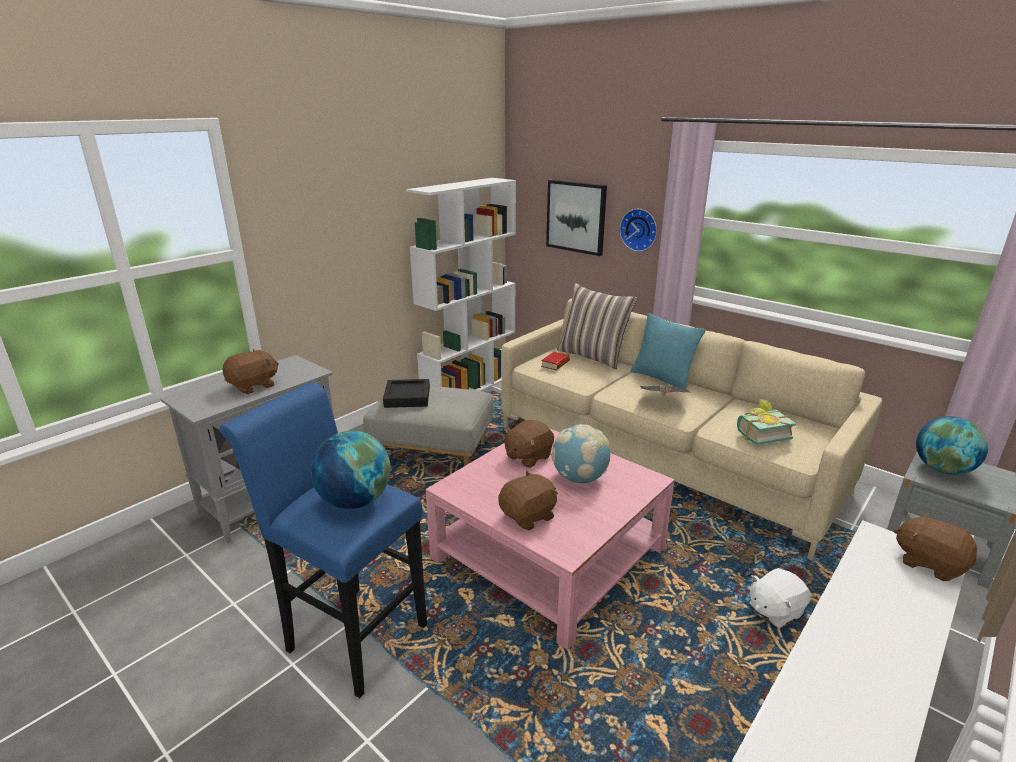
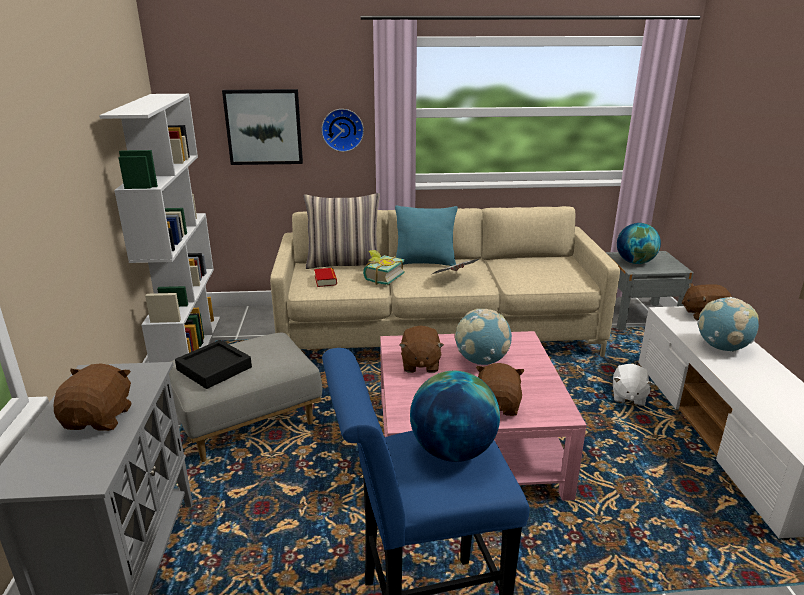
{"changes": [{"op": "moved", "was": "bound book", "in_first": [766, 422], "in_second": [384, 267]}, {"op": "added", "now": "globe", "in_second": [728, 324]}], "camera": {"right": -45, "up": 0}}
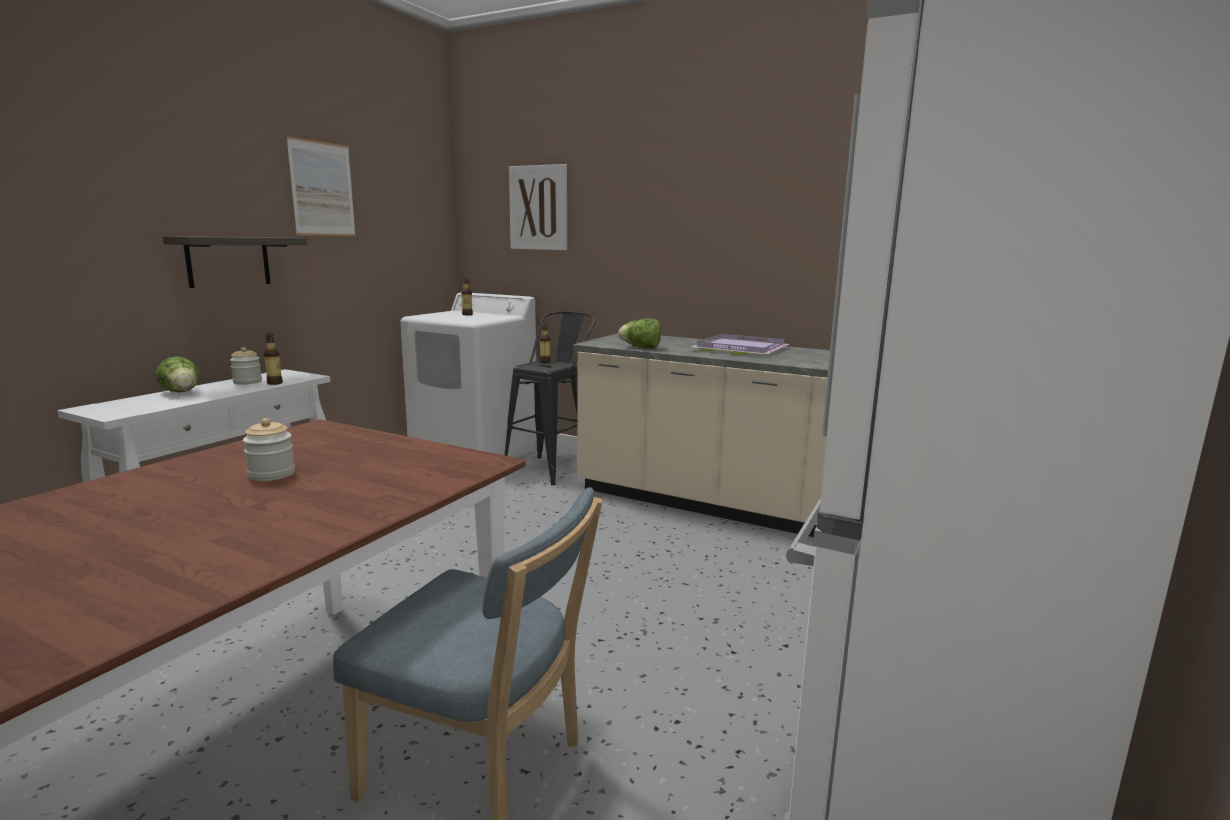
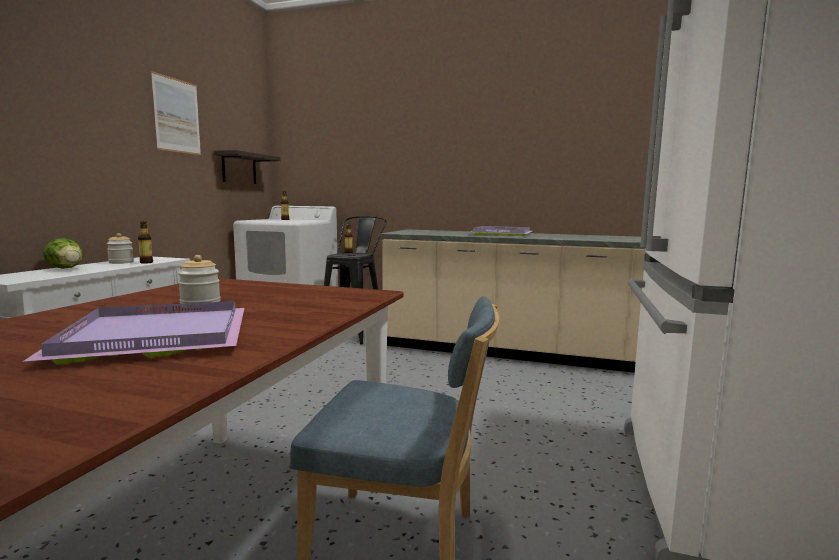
{"changes": [{"op": "removed", "was": "wall art", "in_first": [538, 207]}, {"op": "moved", "was": "wall shelf", "in_first": [235, 262], "in_second": [247, 167]}, {"op": "removed", "was": "lettuce", "in_first": [640, 333]}, {"op": "added", "now": "purple-coloured carrying tray", "in_second": [133, 333]}], "camera": {"right": -10, "up": -5}}
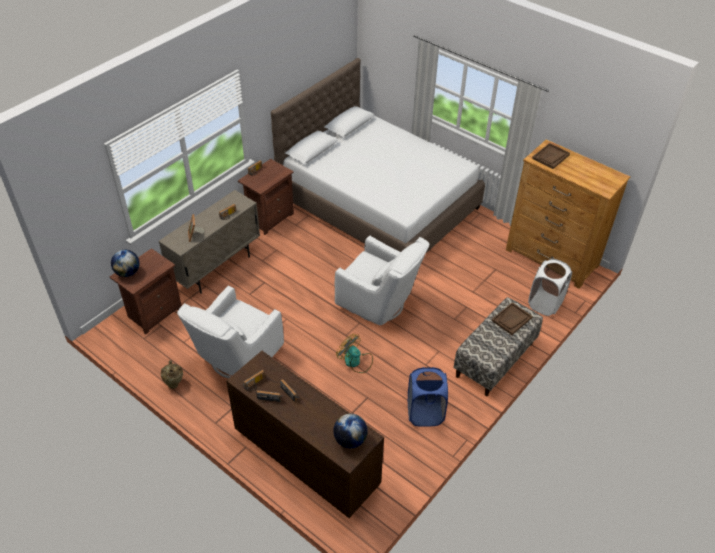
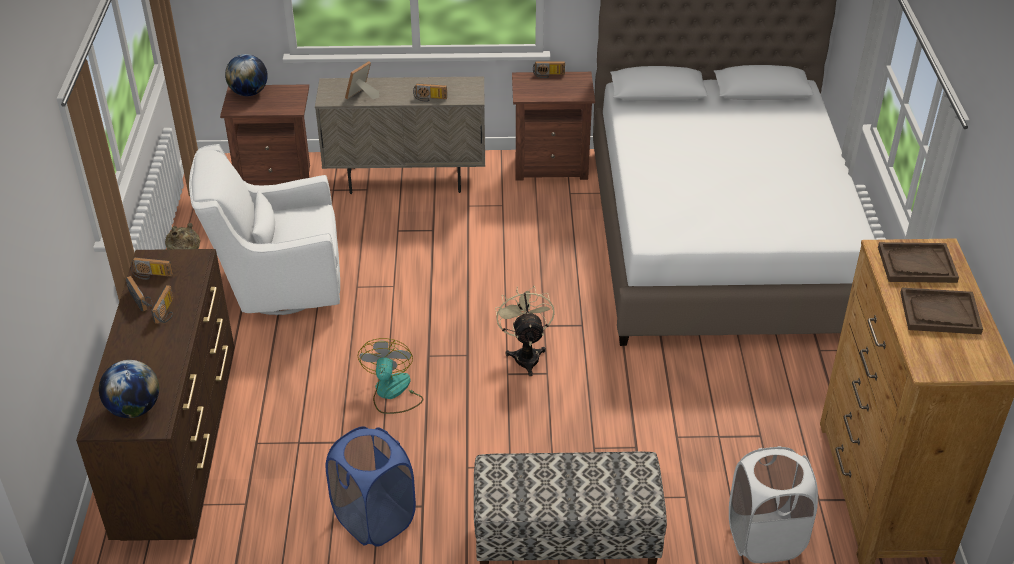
{"changes": [{"op": "replaced", "was": "white armchair", "now": "beige fan", "in_first": [382, 280], "in_second": [525, 331]}, {"op": "moved", "was": "brownish carrying tray", "in_first": [512, 318], "in_second": [941, 311]}], "camera": {"right": 50, "up": -5}}
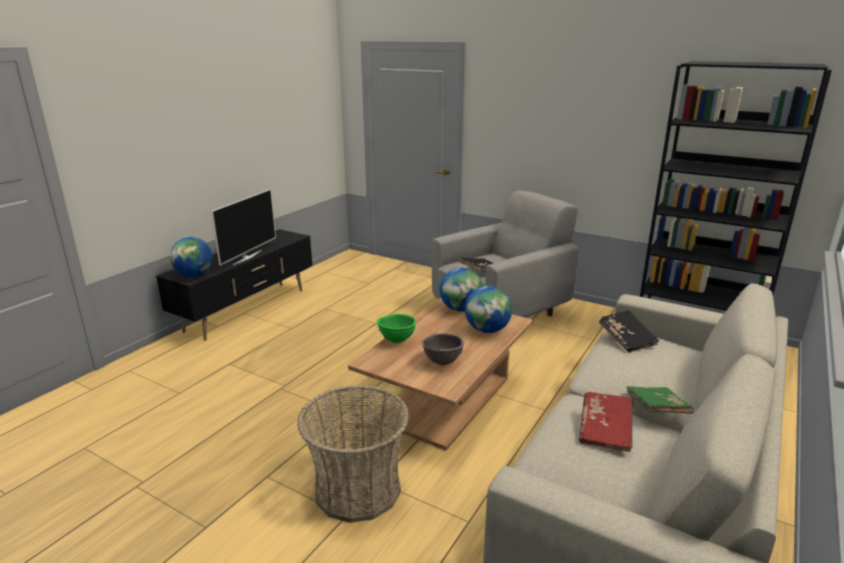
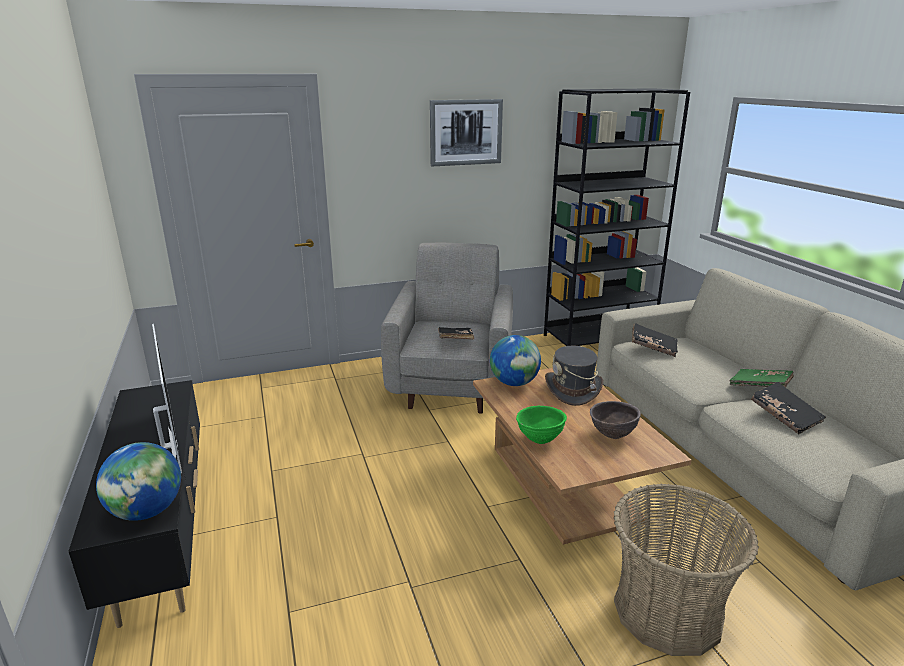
{"changes": [{"op": "replaced", "was": "globe", "now": "gray wearable hat", "in_first": [488, 309], "in_second": [574, 376]}, {"op": "recoloured", "was": "reddish bound book", "now": "black bound book", "in_first": [606, 422], "in_second": [788, 408]}, {"op": "added", "now": "wall art", "in_second": [466, 132]}], "camera": {"right": -50, "up": 0}}
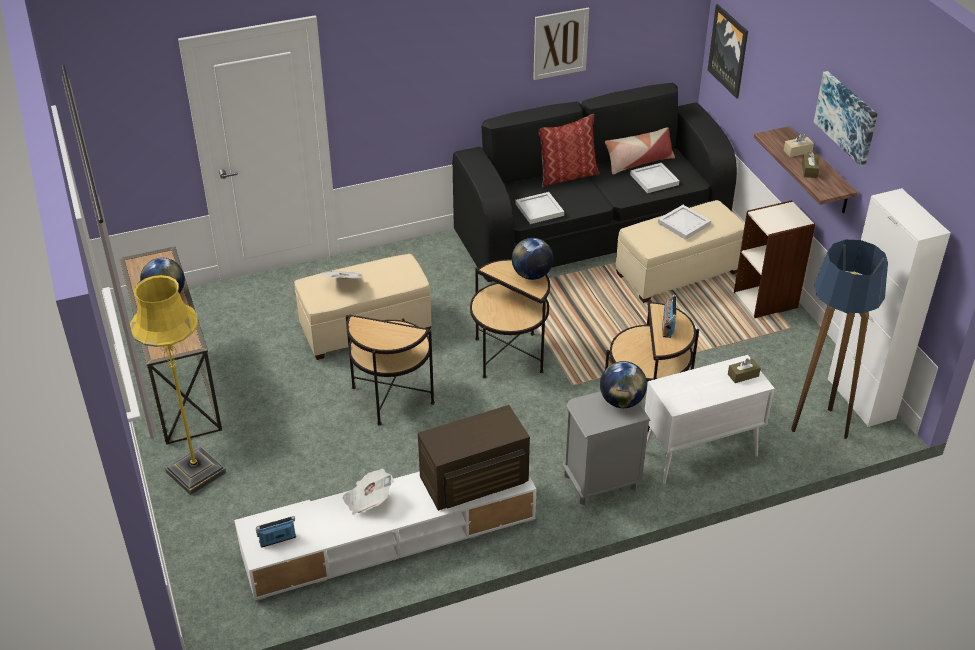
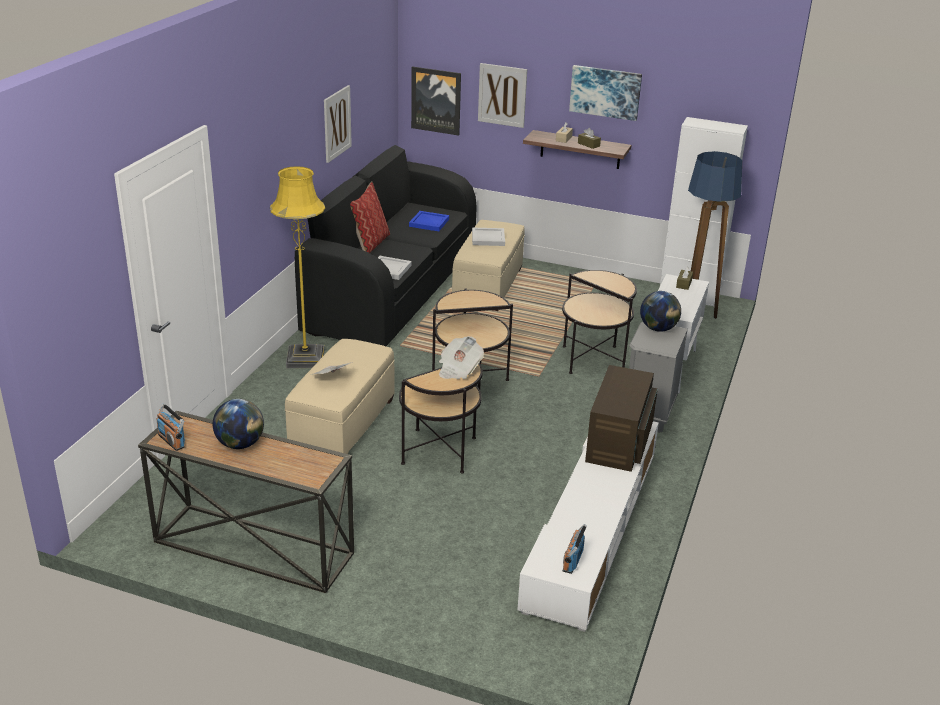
{"changes": [{"op": "removed", "was": "cushion", "in_first": [640, 150]}, {"op": "recoloured", "was": "white carrying tray", "now": "blue-coloured carrying tray", "in_first": [654, 178], "in_second": [429, 221]}, {"op": "removed", "was": "bookshelf", "in_first": [774, 259]}, {"op": "removed", "was": "globe", "in_first": [532, 259]}, {"op": "moved", "was": "yellowish floor lamp", "in_first": [178, 385], "in_second": [297, 267]}, {"op": "moved", "was": "radio set", "in_first": [669, 316], "in_second": [170, 427]}, {"op": "moved", "was": "printed paper", "in_first": [368, 492], "in_second": [461, 357]}, {"op": "added", "now": "wall art", "in_second": [502, 95]}], "camera": {"right": -50, "up": -10}}
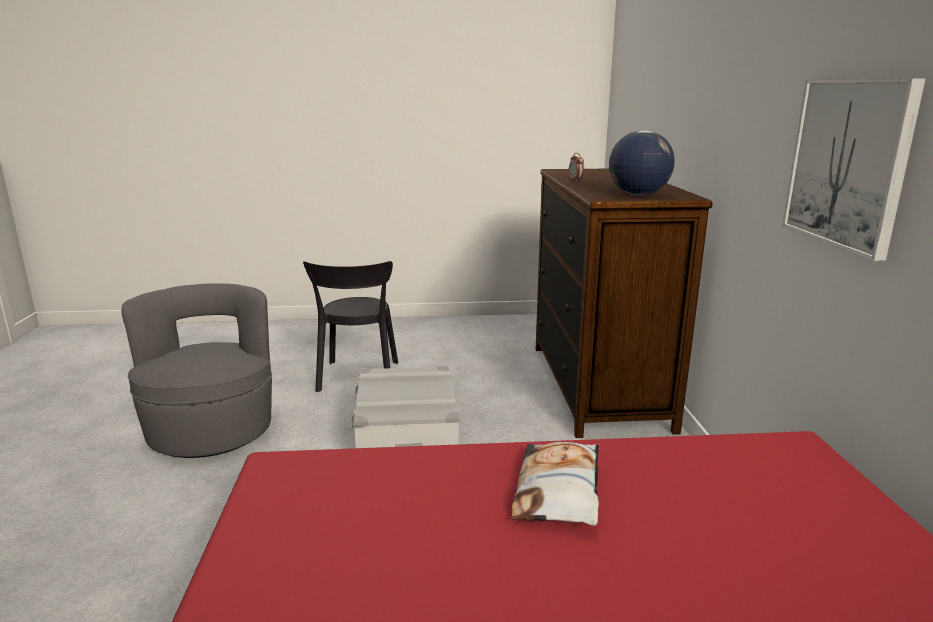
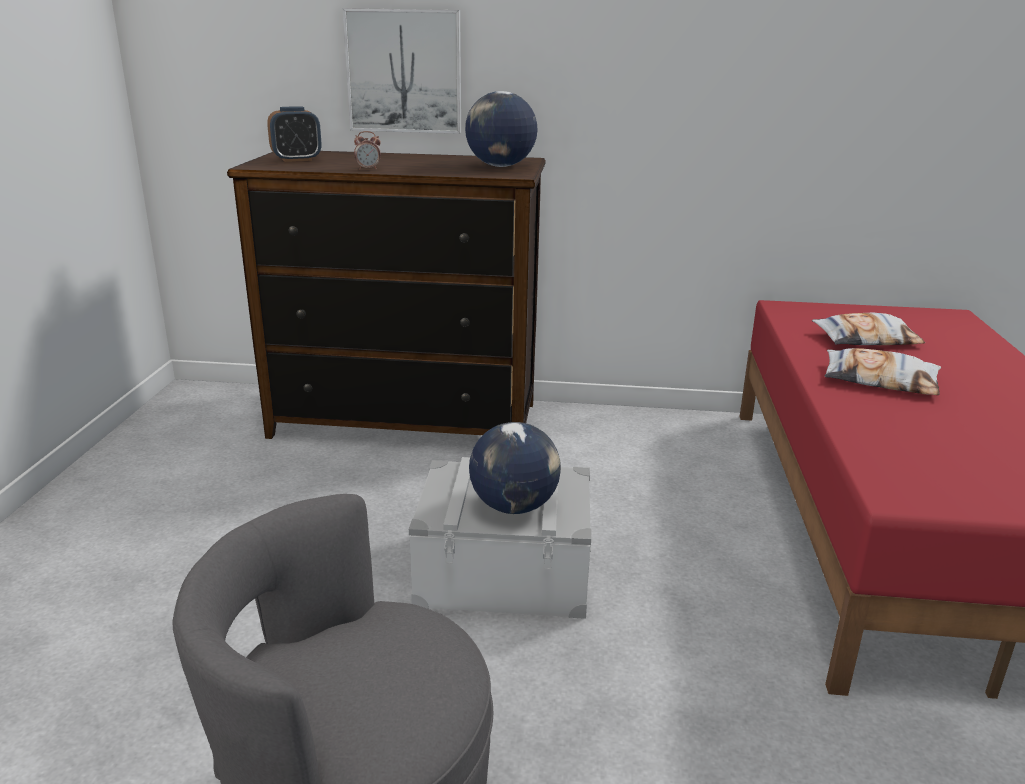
{"changes": [{"op": "moved", "was": "wall art", "in_first": [854, 169], "in_second": [401, 71]}, {"op": "removed", "was": "black upright chair", "in_first": [350, 326]}, {"op": "added", "now": "table clock", "in_second": [294, 134]}, {"op": "added", "now": "cushion", "in_second": [868, 329]}, {"op": "added", "now": "globe", "in_second": [515, 468]}], "camera": {"right": -80, "up": 5}}
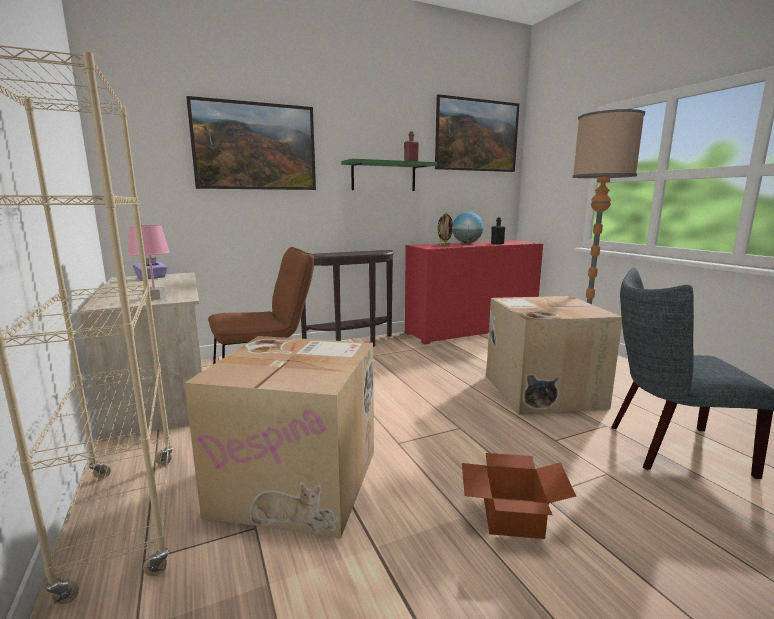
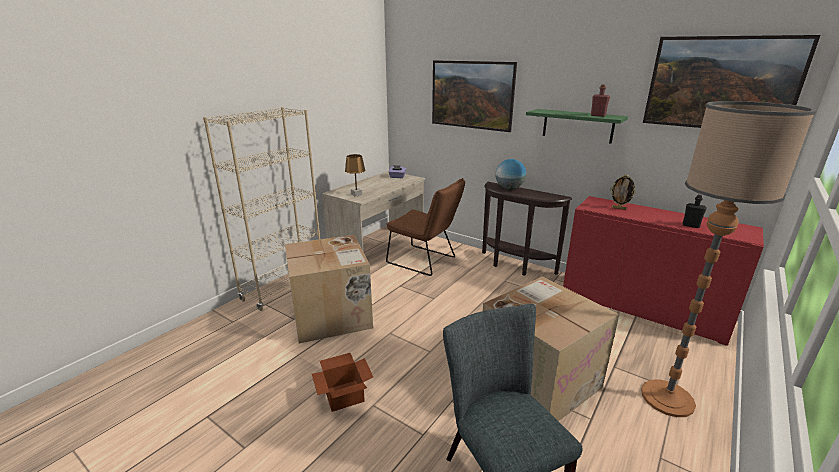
{"changes": [{"op": "moved", "was": "globe", "in_first": [468, 227], "in_second": [510, 174]}, {"op": "recoloured", "was": "pinkish table lamp", "now": "brownish table lamp", "in_first": [149, 262], "in_second": [355, 175]}], "camera": {"right": 60, "up": 10}}
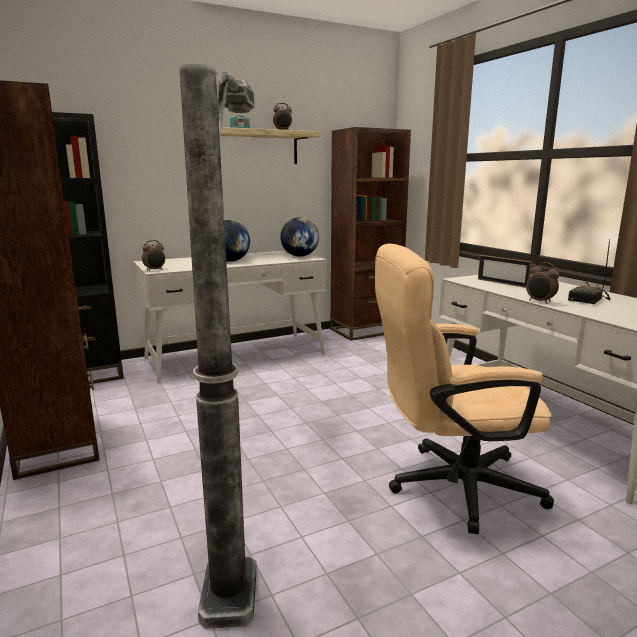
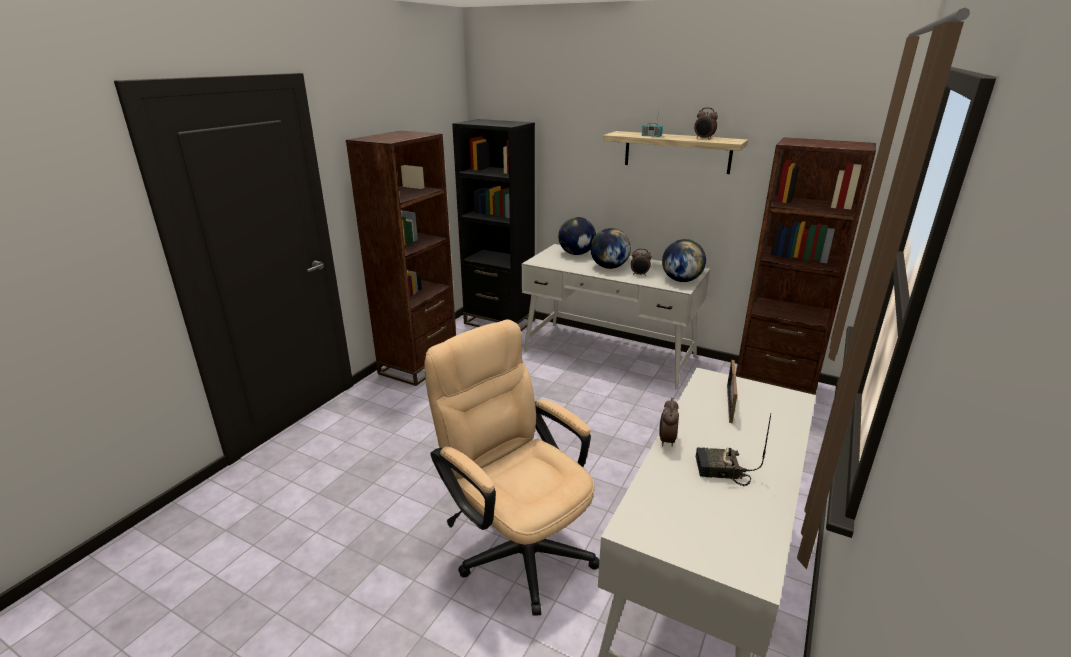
{"changes": [{"op": "removed", "was": "floor lamp", "in_first": [218, 346]}, {"op": "moved", "was": "table clock", "in_first": [153, 255], "in_second": [641, 262]}, {"op": "added", "now": "globe", "in_second": [577, 236]}], "camera": {"right": 55, "up": 10}}
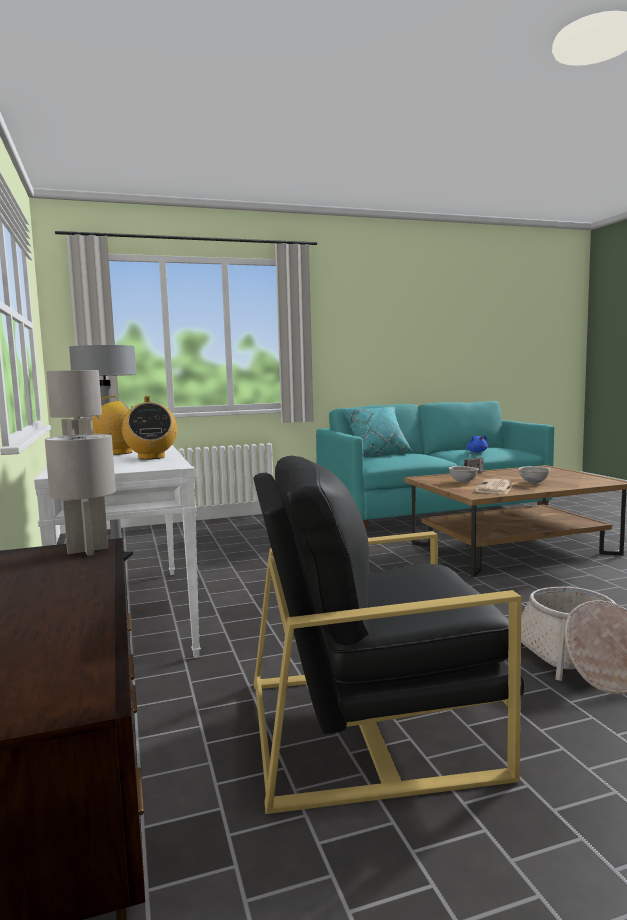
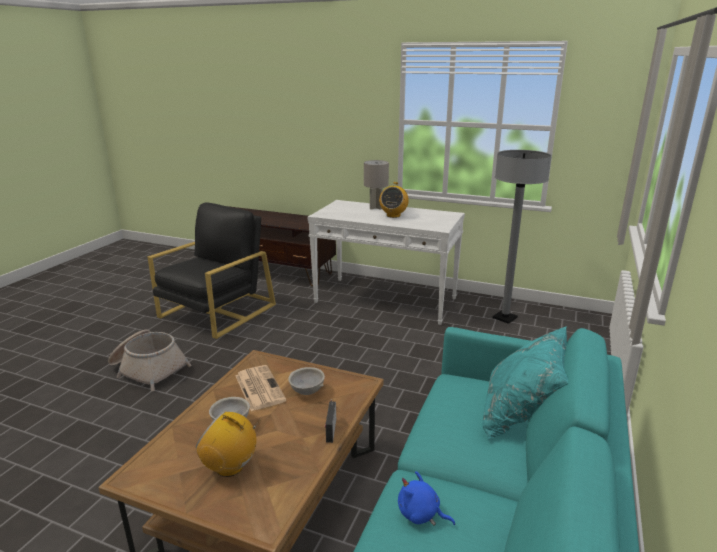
{"changes": [{"op": "moved", "was": "radio set", "in_first": [149, 428], "in_second": [228, 444]}, {"op": "removed", "was": "gray table lamp", "in_first": [80, 495]}], "camera": {"right": 130, "up": 15}}
